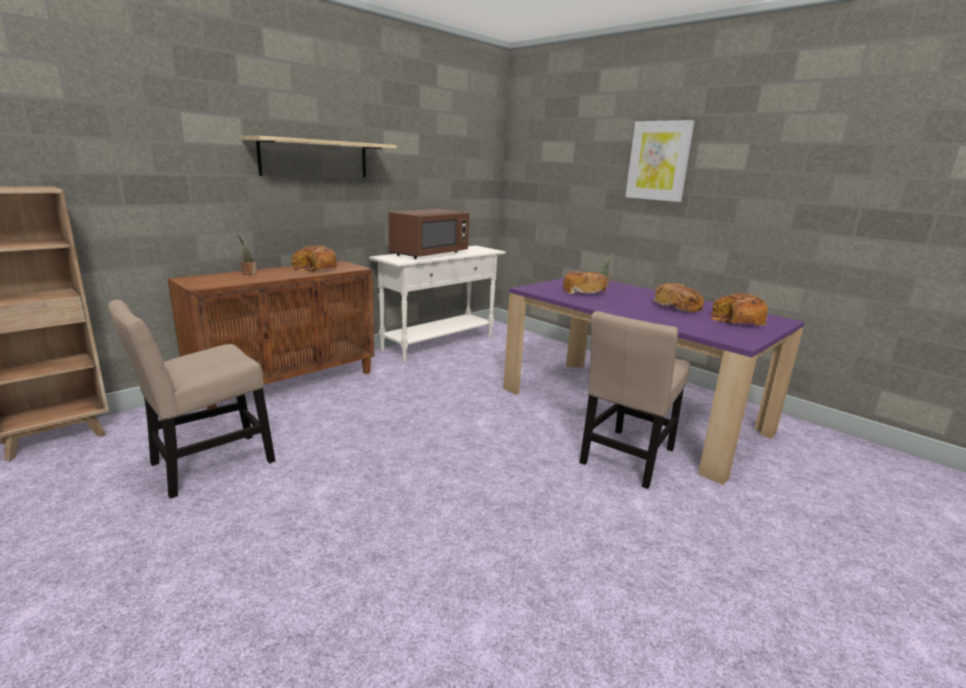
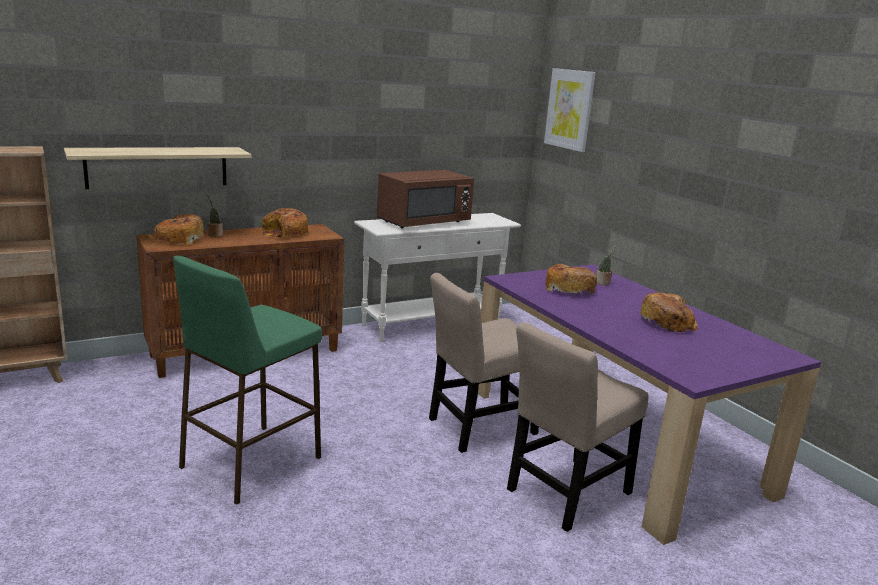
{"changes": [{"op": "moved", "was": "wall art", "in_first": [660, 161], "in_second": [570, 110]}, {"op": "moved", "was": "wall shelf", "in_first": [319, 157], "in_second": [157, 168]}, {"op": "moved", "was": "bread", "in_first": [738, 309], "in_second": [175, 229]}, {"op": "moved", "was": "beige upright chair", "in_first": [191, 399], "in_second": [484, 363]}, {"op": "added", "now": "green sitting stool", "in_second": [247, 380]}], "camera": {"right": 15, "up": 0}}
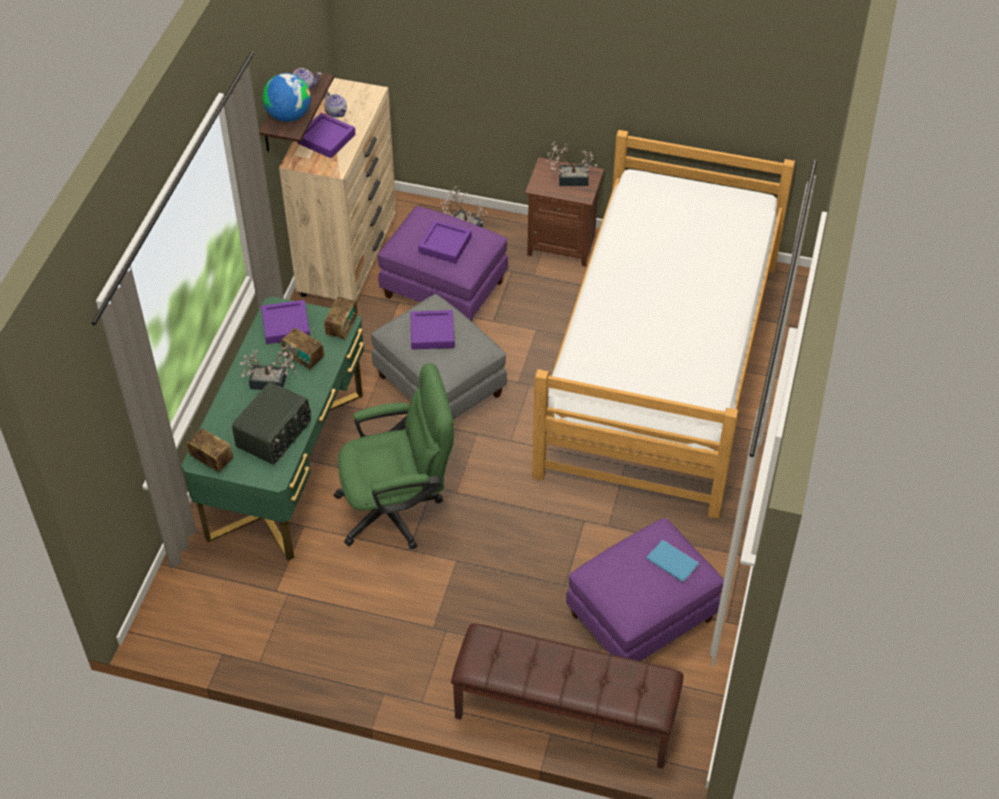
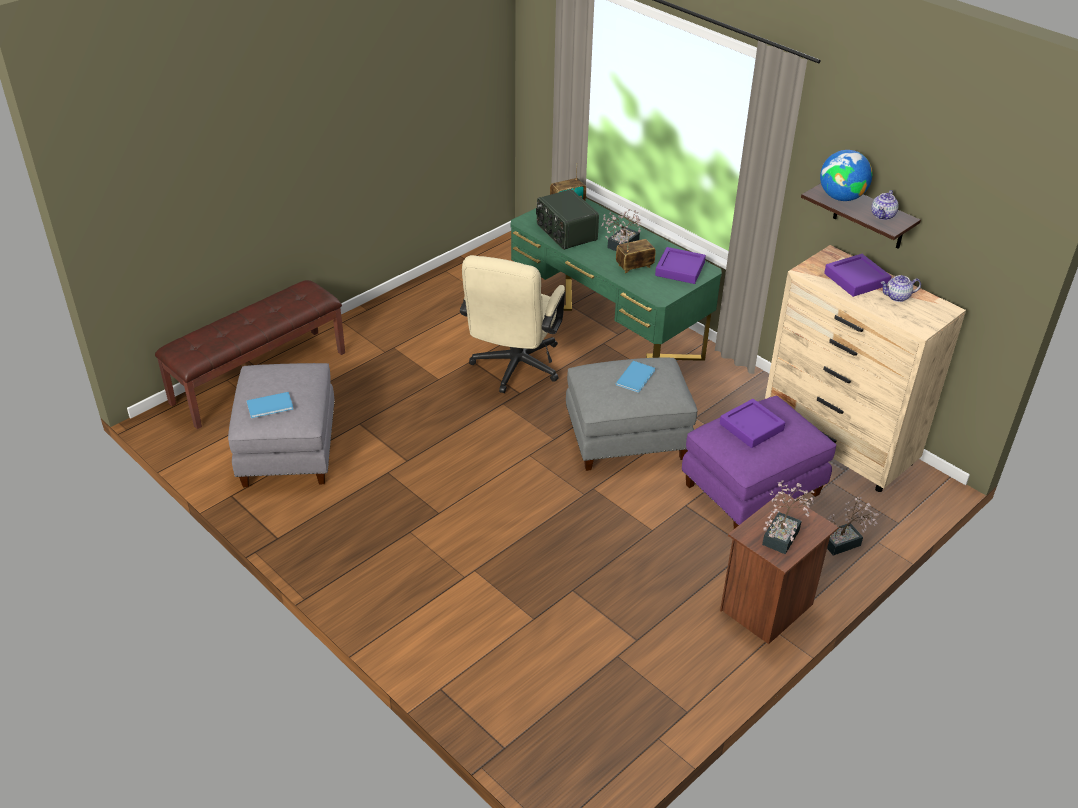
{"changes": [{"op": "removed", "was": "bedroom bed", "in_first": [663, 324]}, {"op": "removed", "was": "radio set", "in_first": [341, 312]}, {"op": "replaced", "was": "purple-coloured carrying tray", "now": "blue-coloured bound book", "in_first": [432, 330], "in_second": [635, 377]}, {"op": "recoloured", "was": "green computer chair", "now": "beige computer chair", "in_first": [393, 456], "in_second": [512, 324]}, {"op": "recoloured", "was": "purple-coloured ottoman", "now": "gray ottoman", "in_first": [645, 589], "in_second": [281, 425]}], "camera": {"right": 120, "up": -10}}
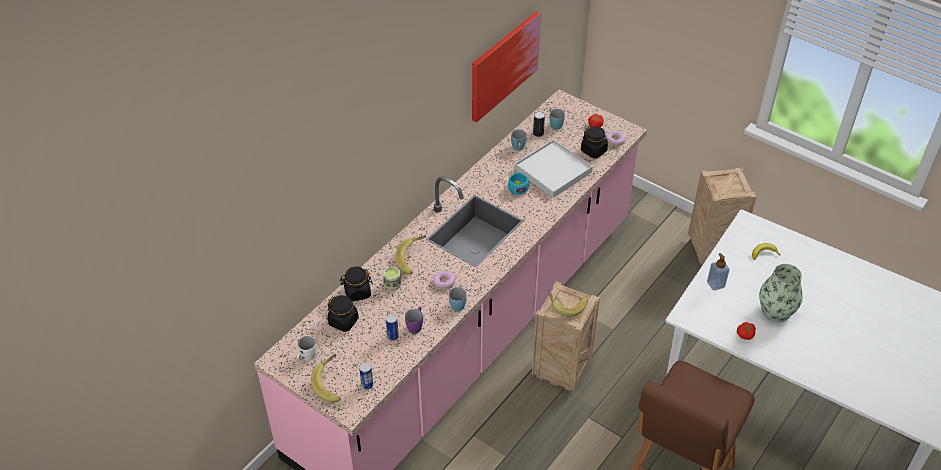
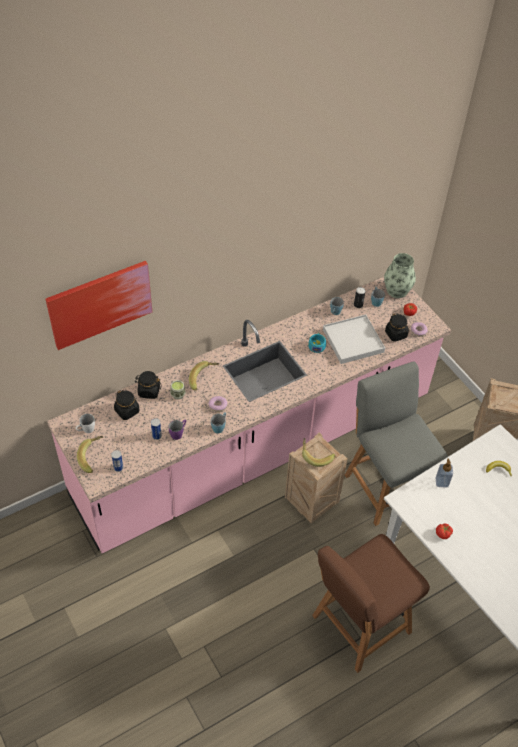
{"changes": [{"op": "moved", "was": "wall art", "in_first": [506, 67], "in_second": [98, 305]}, {"op": "moved", "was": "decorative vase", "in_first": [781, 293], "in_second": [400, 275]}, {"op": "added", "now": "gray upright chair", "in_second": [396, 443]}], "camera": {"right": 20, "up": 5}}
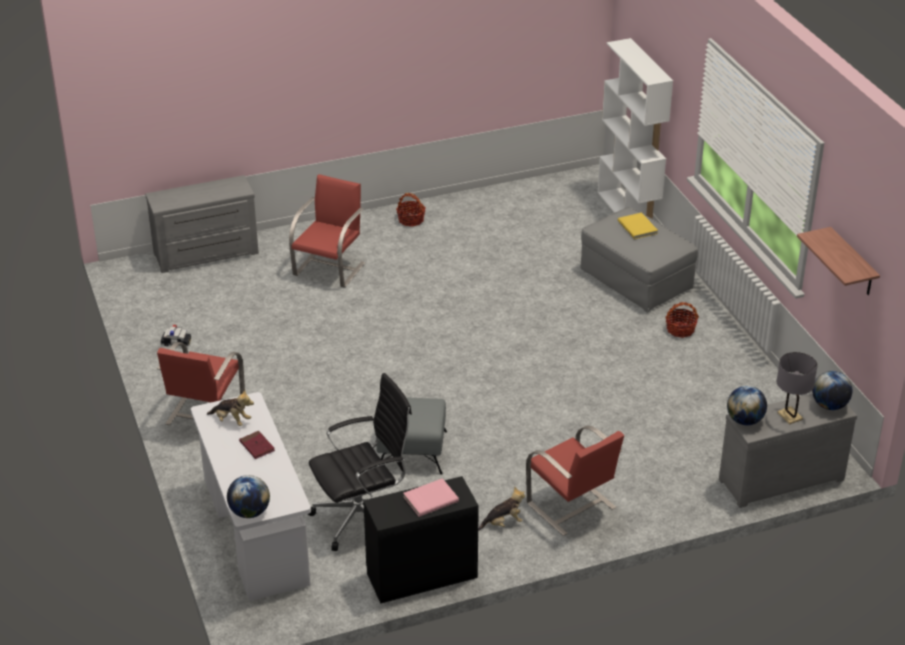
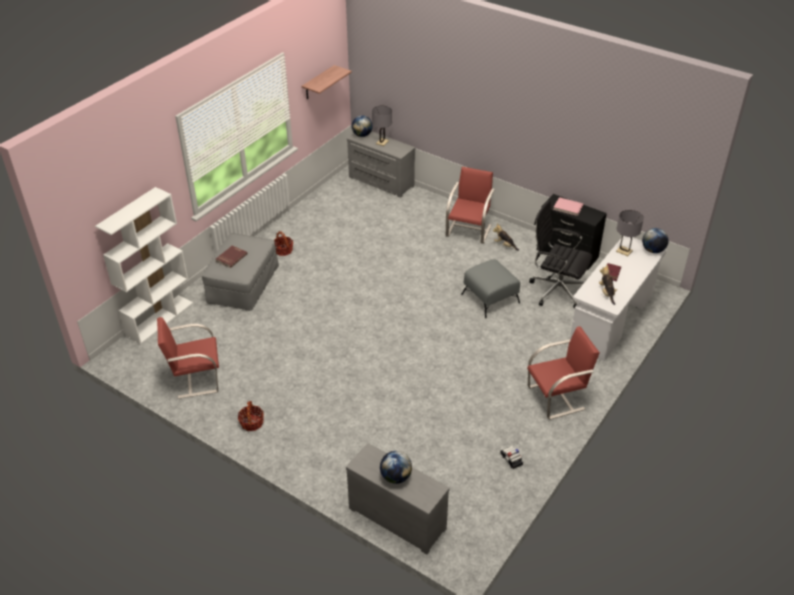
{"changes": [{"op": "moved", "was": "reddish upright chair", "in_first": [327, 231], "in_second": [188, 358]}, {"op": "recoloured", "was": "yellowish bound book", "now": "reddish bound book", "in_first": [638, 226], "in_second": [232, 256]}, {"op": "moved", "was": "globe", "in_first": [747, 405], "in_second": [396, 467]}, {"op": "added", "now": "gray table lamp", "in_second": [630, 233]}], "camera": {"right": -125, "up": 5}}
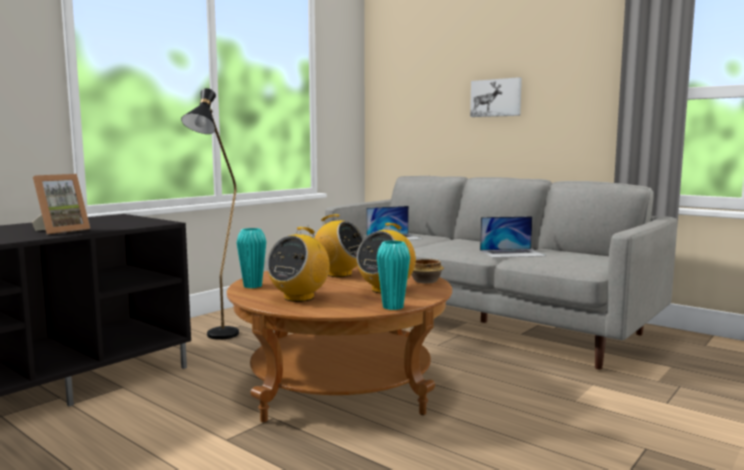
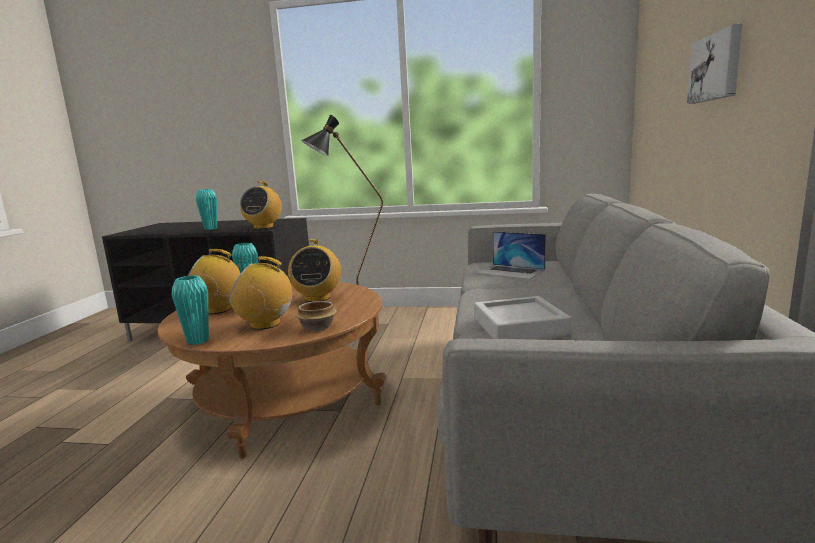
{"changes": [{"op": "replaced", "was": "standing frame", "now": "turquoise decorative vase", "in_first": [61, 204], "in_second": [206, 209]}, {"op": "replaced", "was": "laptop", "now": "gray carrying tray", "in_first": [513, 237], "in_second": [522, 317]}, {"op": "added", "now": "radio set", "in_second": [261, 205]}], "camera": {"right": 60, "up": 5}}
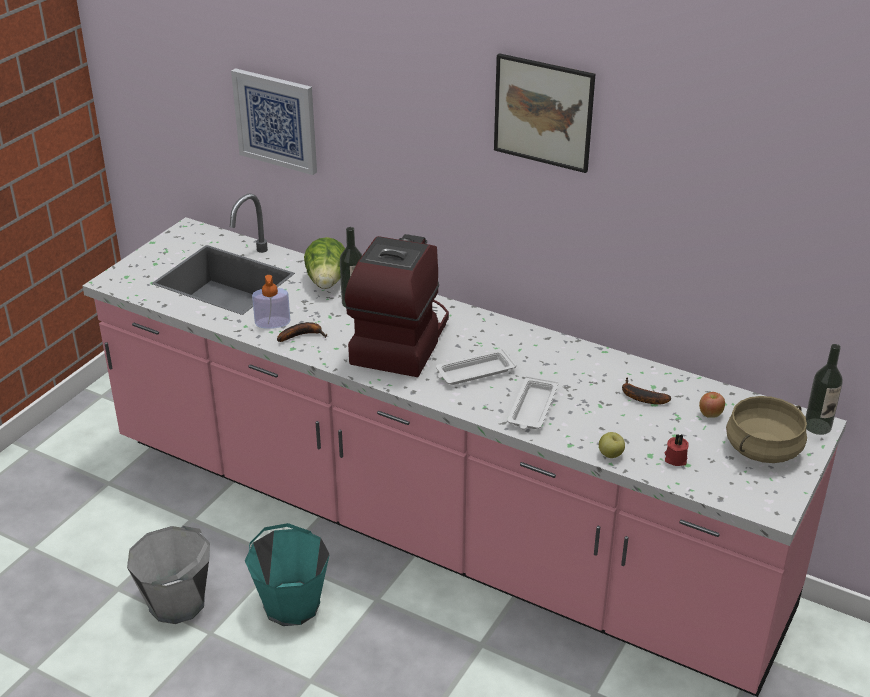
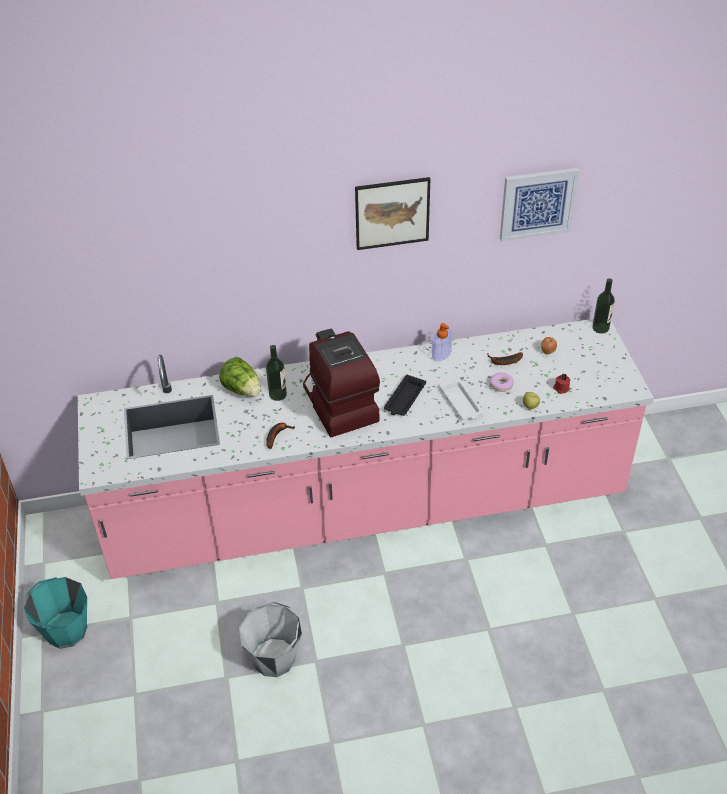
{"changes": [{"op": "moved", "was": "wall art", "in_first": [274, 121], "in_second": [540, 205]}, {"op": "moved", "was": "liquid soap bottle", "in_first": [271, 302], "in_second": [442, 342]}, {"op": "recoloured", "was": "white carrying tray", "now": "black carrying tray", "in_first": [476, 367], "in_second": [405, 395]}, {"op": "removed", "was": "beige stockpot", "in_first": [766, 429]}, {"op": "moved", "was": "turquoise pail", "in_first": [287, 574], "in_second": [55, 613]}, {"op": "added", "now": "ring doughnut", "in_second": [502, 382]}], "camera": {"right": -40, "up": 10}}
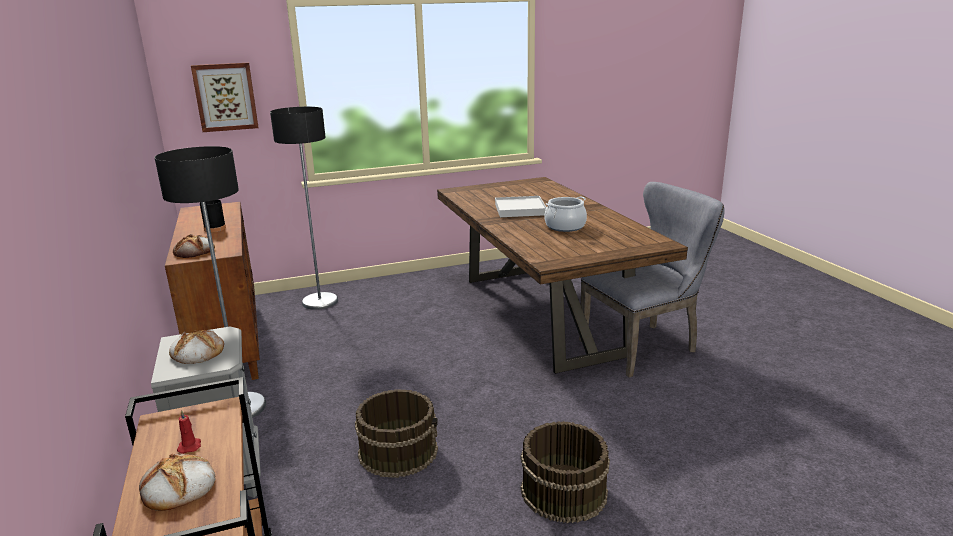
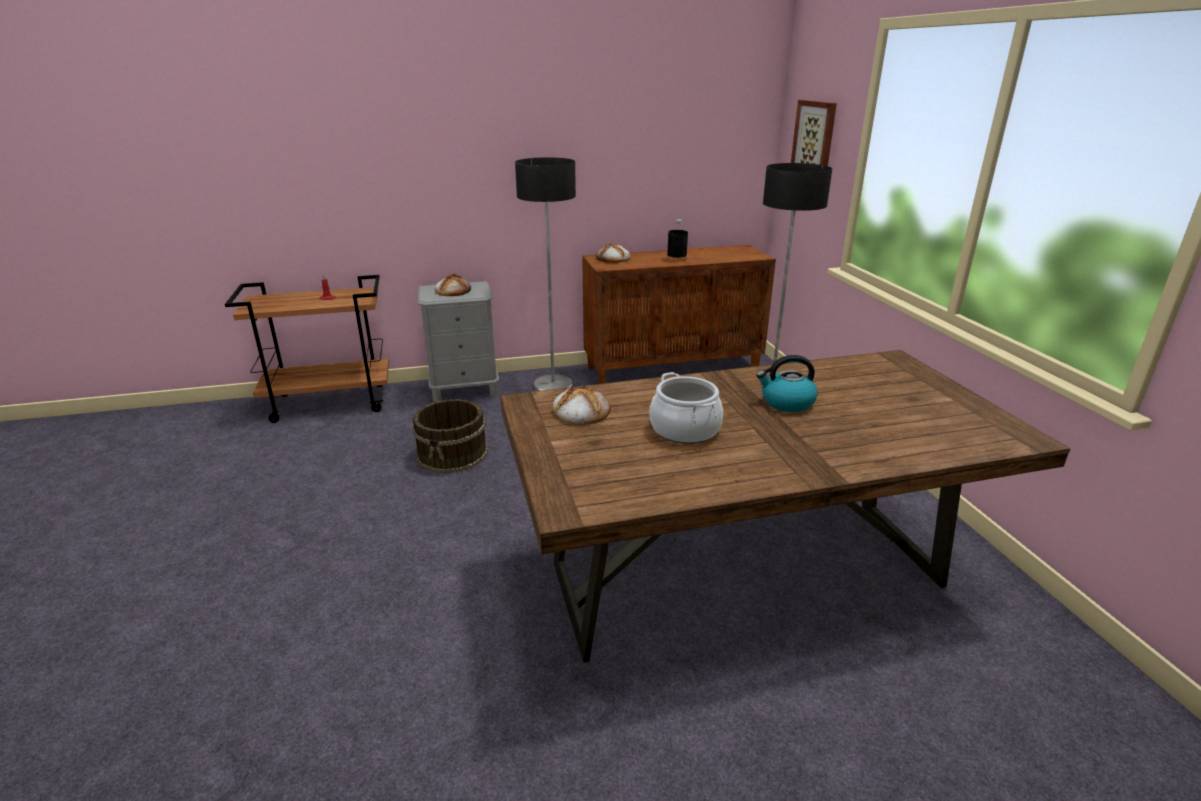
{"changes": [{"op": "removed", "was": "gray upright chair", "in_first": [652, 279]}, {"op": "replaced", "was": "white carrying tray", "now": "water kettle", "in_first": [521, 206], "in_second": [787, 383]}, {"op": "removed", "was": "brownish pail", "in_first": [565, 472]}, {"op": "moved", "was": "bread", "in_first": [177, 482], "in_second": [581, 405]}], "camera": {"right": 95, "up": 5}}
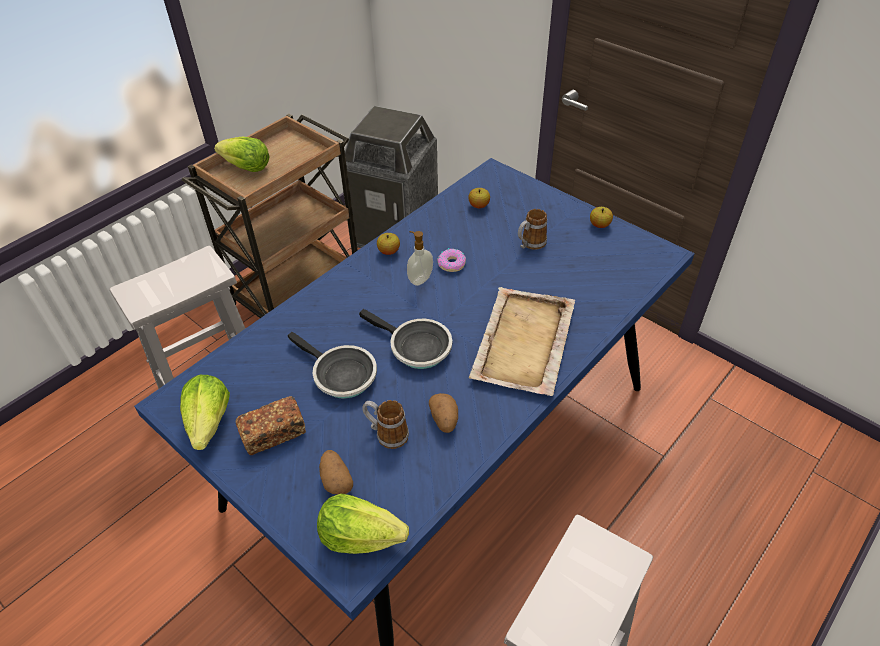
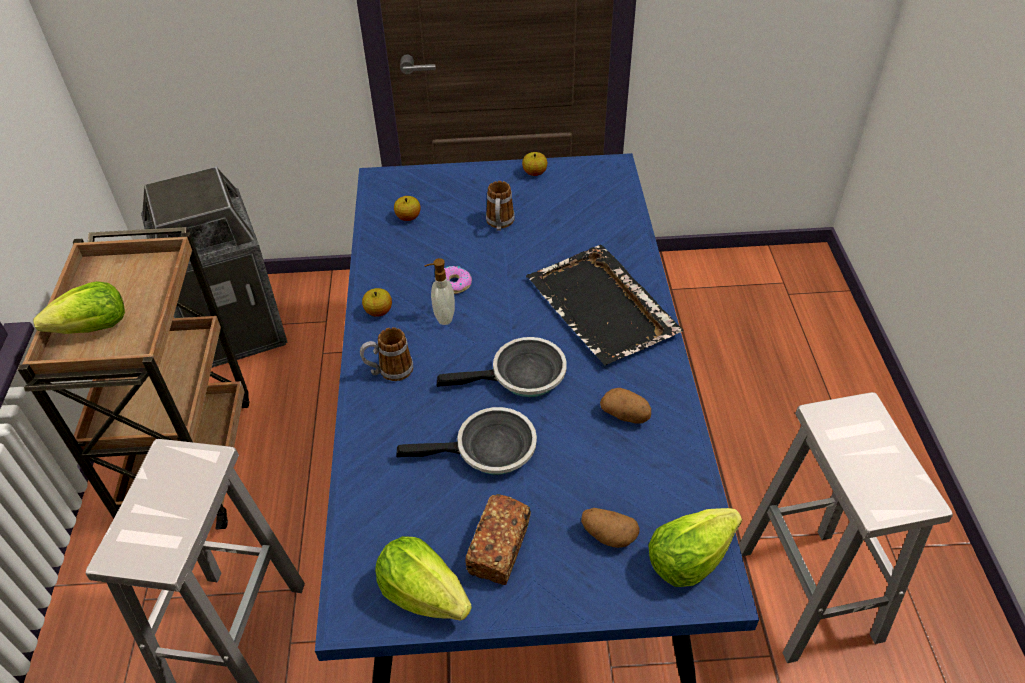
{"changes": [{"op": "recoloured", "was": "beige carrying tray", "now": "black carrying tray", "in_first": [522, 341], "in_second": [604, 305]}, {"op": "moved", "was": "tea mug", "in_first": [385, 424], "in_second": [386, 354]}], "camera": {"right": -45, "up": 0}}
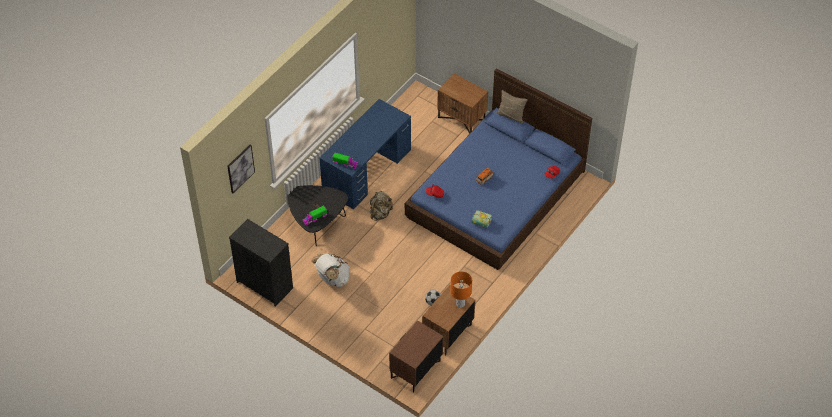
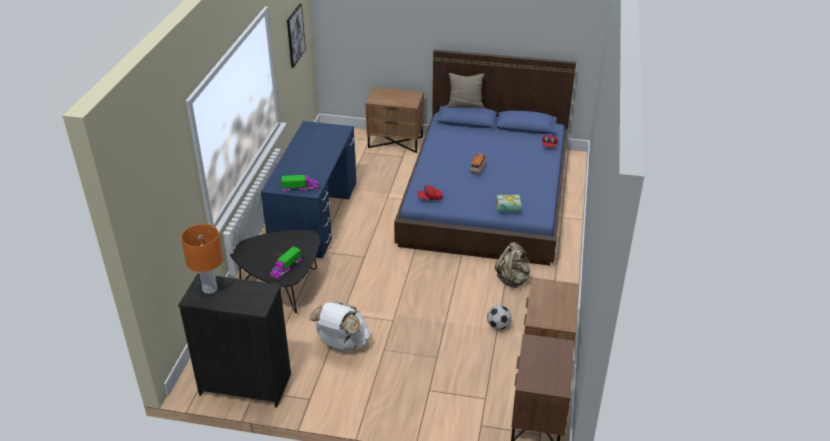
{"changes": [{"op": "moved", "was": "wall art", "in_first": [241, 169], "in_second": [296, 36]}, {"op": "moved", "was": "beige knapsack", "in_first": [381, 206], "in_second": [512, 265]}, {"op": "moved", "was": "orangey table lamp", "in_first": [461, 289], "in_second": [202, 259]}], "camera": {"right": -25, "up": -15}}
